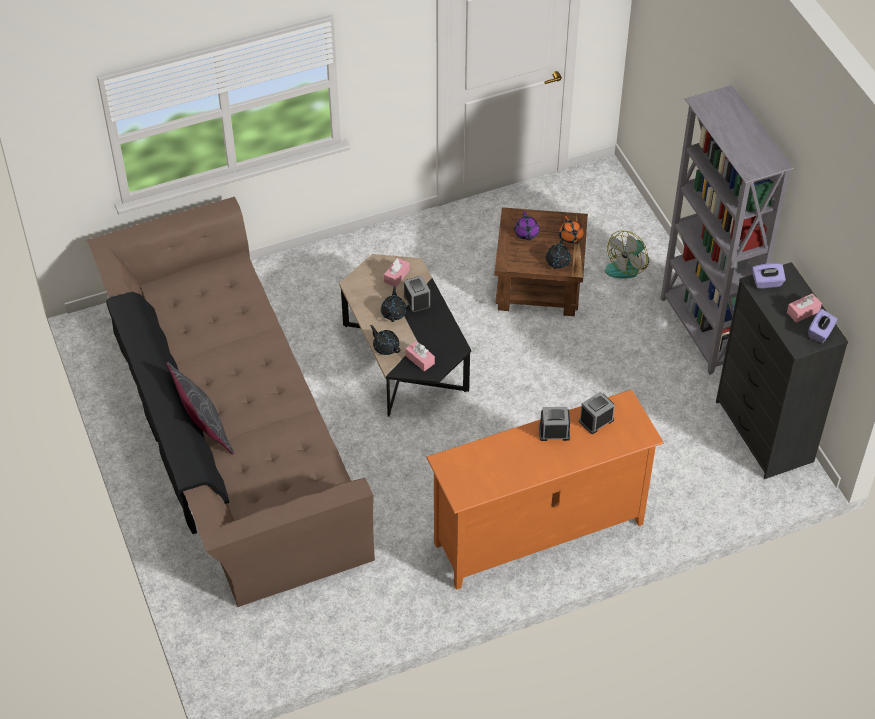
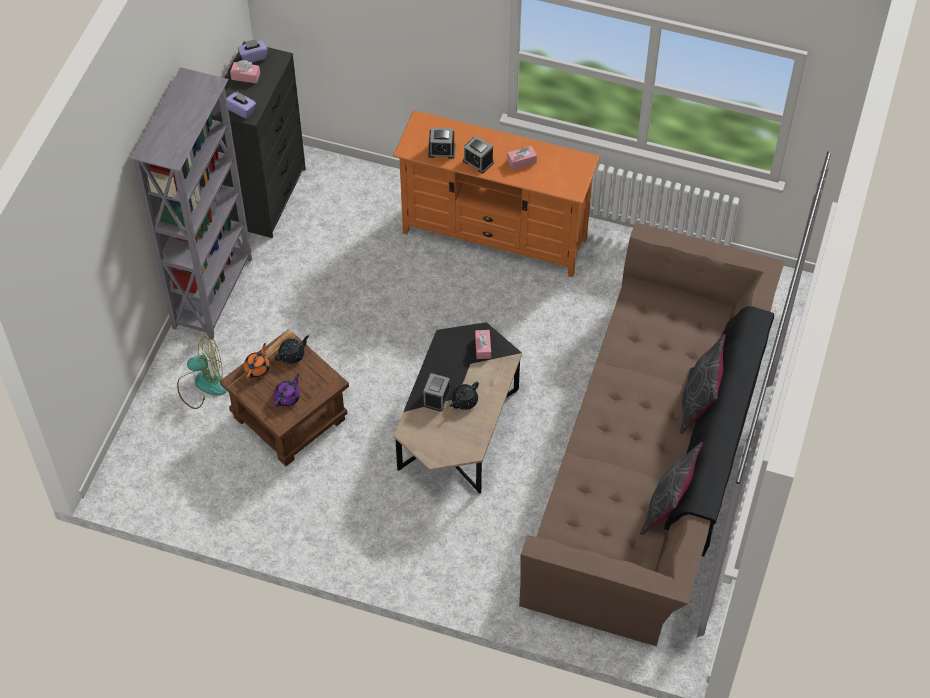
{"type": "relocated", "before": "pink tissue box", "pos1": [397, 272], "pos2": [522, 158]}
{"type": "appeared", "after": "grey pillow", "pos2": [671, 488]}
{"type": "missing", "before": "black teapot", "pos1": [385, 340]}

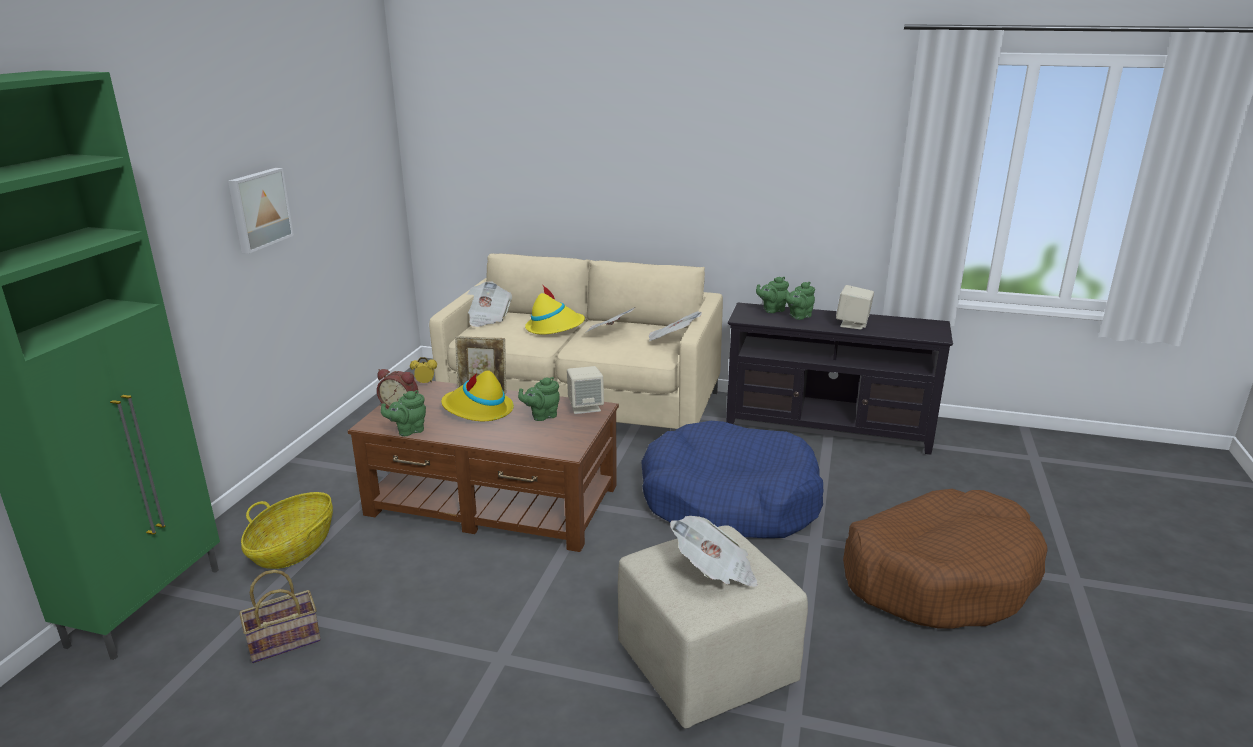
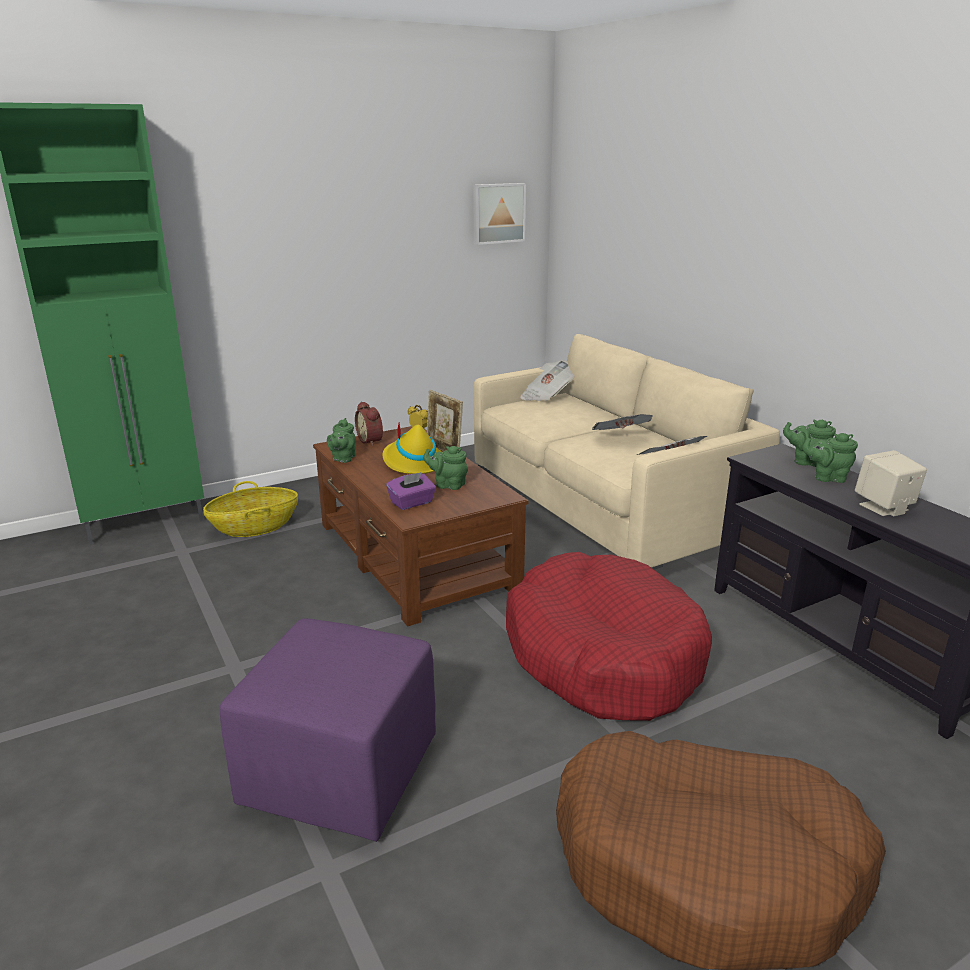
{"type": "colour", "before": "beige ottoman", "after": "purple ottoman", "pos1": [713, 626], "pos2": [328, 730]}
{"type": "spun", "before": "green teapot", "pos1": [403, 413], "pos2": [341, 440], "turn": -90}
{"type": "appeared", "after": "purple tissue box", "pos2": [411, 491]}
{"type": "relocated", "before": "picture", "pos1": [261, 211], "pos2": [499, 214]}
{"type": "colour", "before": "blue dog bed", "after": "red dog bed", "pos1": [732, 479], "pos2": [609, 636]}
{"type": "missing", "before": "basket", "pos1": [280, 616]}
{"type": "missing", "before": "yellow hat", "pos1": [555, 309]}
{"type": "missing", "before": "beige speaker", "pos1": [585, 390]}
{"type": "missing", "before": "newspaper", "pos1": [714, 551]}

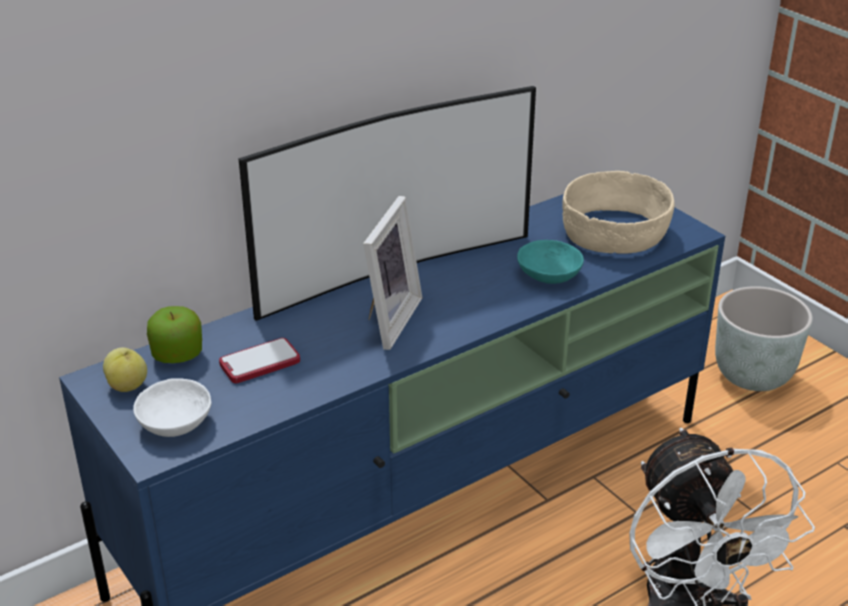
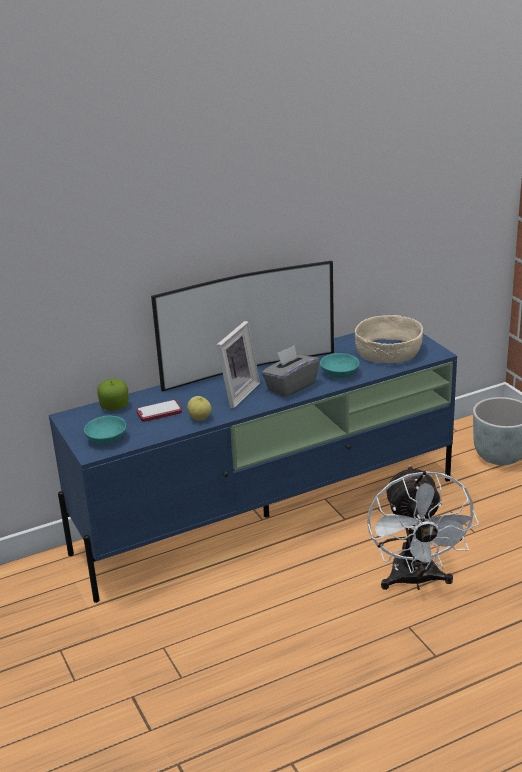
{"type": "colour", "before": "white bowl", "after": "turquoise bowl", "pos1": [172, 407], "pos2": [105, 430]}
{"type": "relocated", "before": "apple", "pos1": [125, 370], "pos2": [199, 408]}
{"type": "appeared", "after": "grey tissue box", "pos2": [290, 371]}

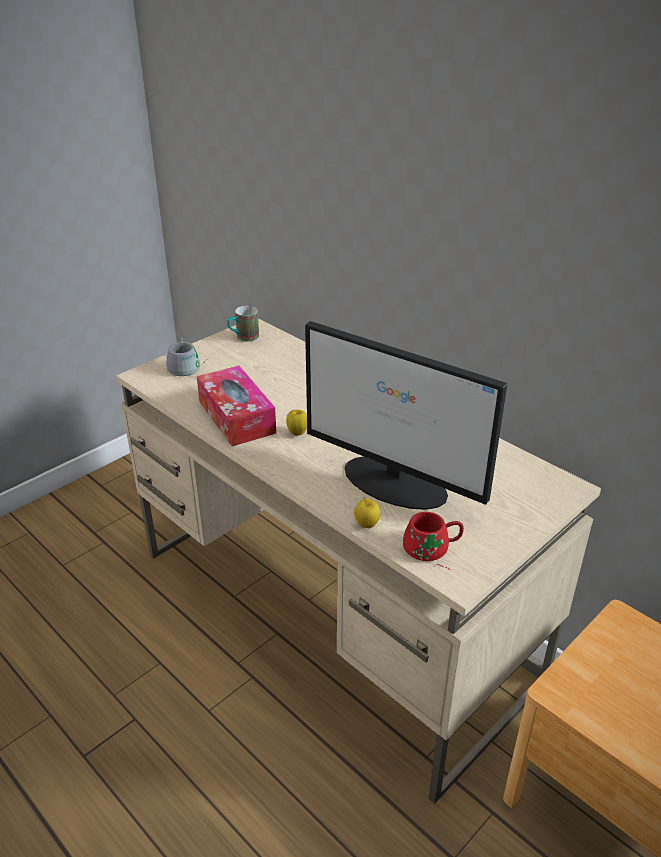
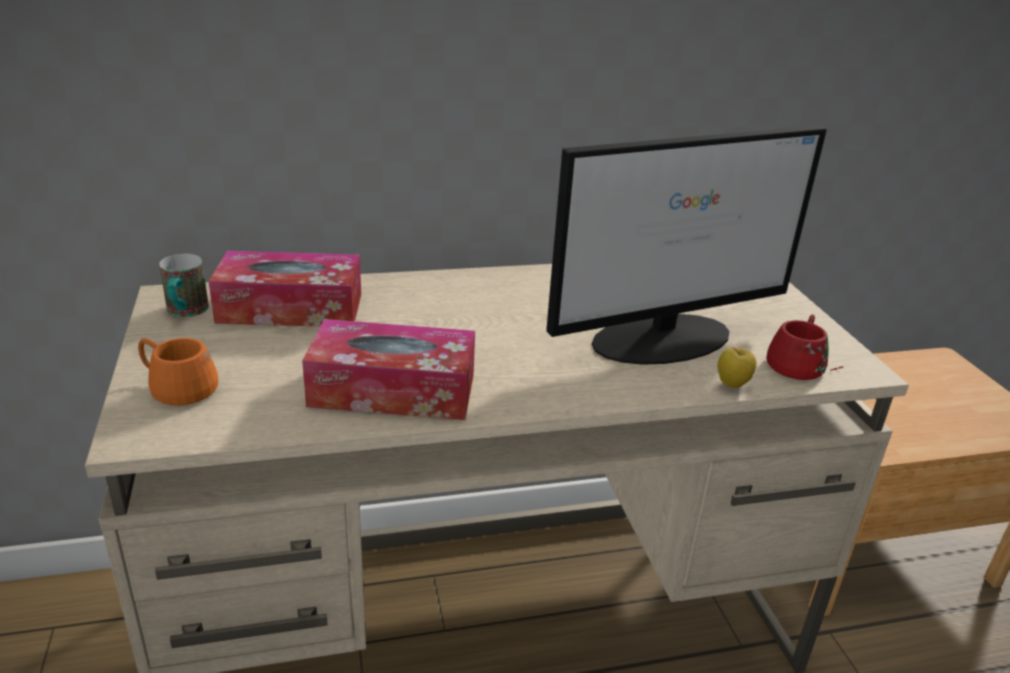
{"type": "colour", "before": "grey mug", "after": "orange mug", "pos1": [187, 356], "pos2": [178, 372]}
{"type": "appeared", "after": "tissue box", "pos2": [285, 288]}
{"type": "missing", "before": "apple", "pos1": [296, 422]}

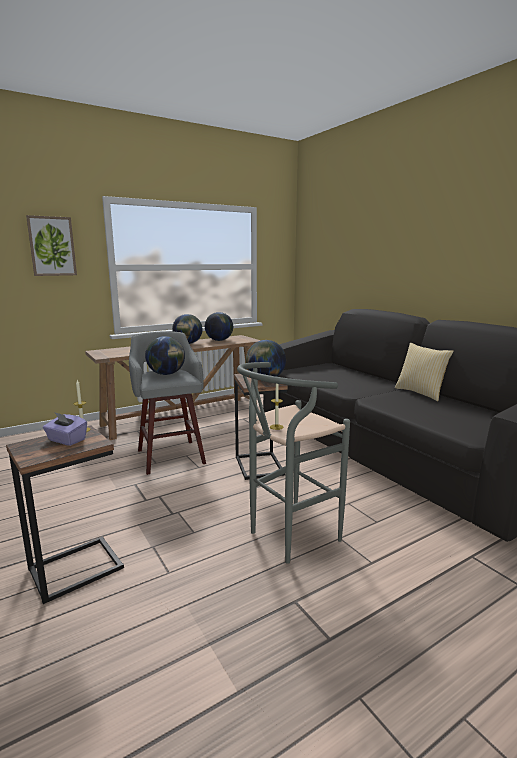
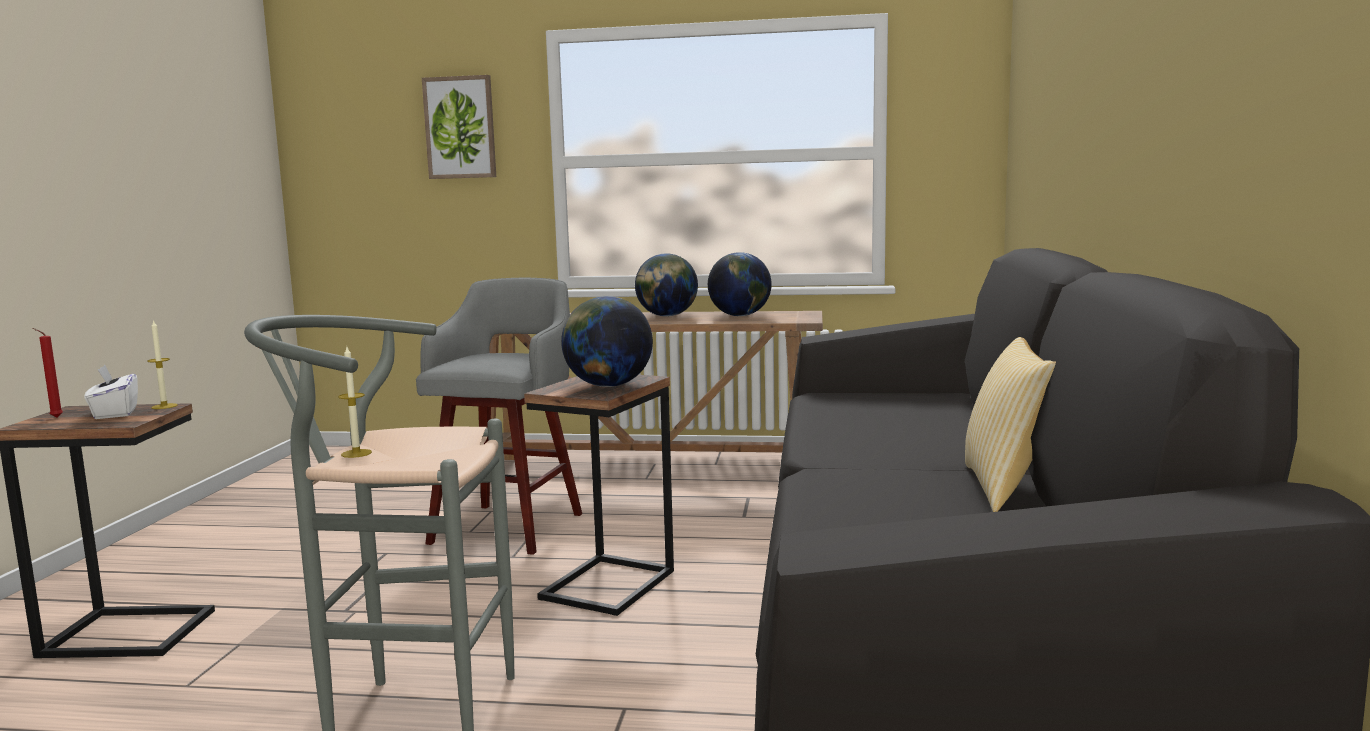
{"type": "appeared", "after": "red candle", "pos2": [47, 373]}
{"type": "colour", "before": "purple tissue box", "after": "white tissue box", "pos1": [65, 429], "pos2": [111, 392]}
{"type": "missing", "before": "globe", "pos1": [165, 355]}

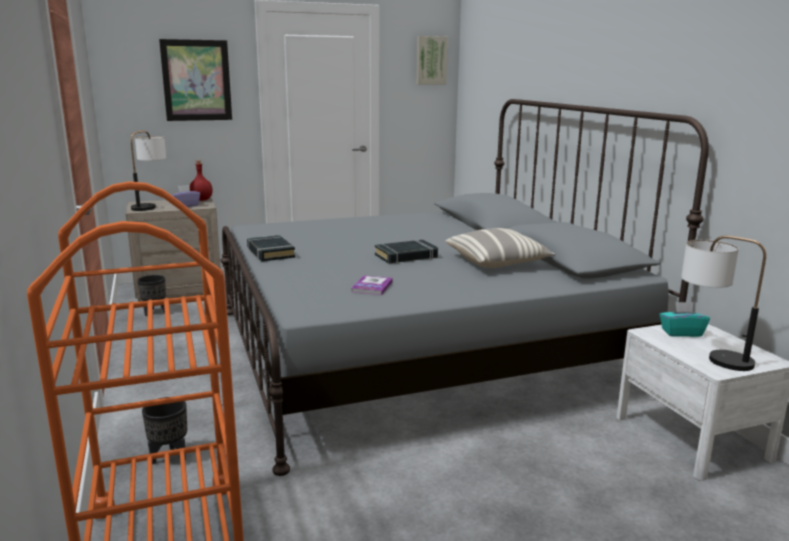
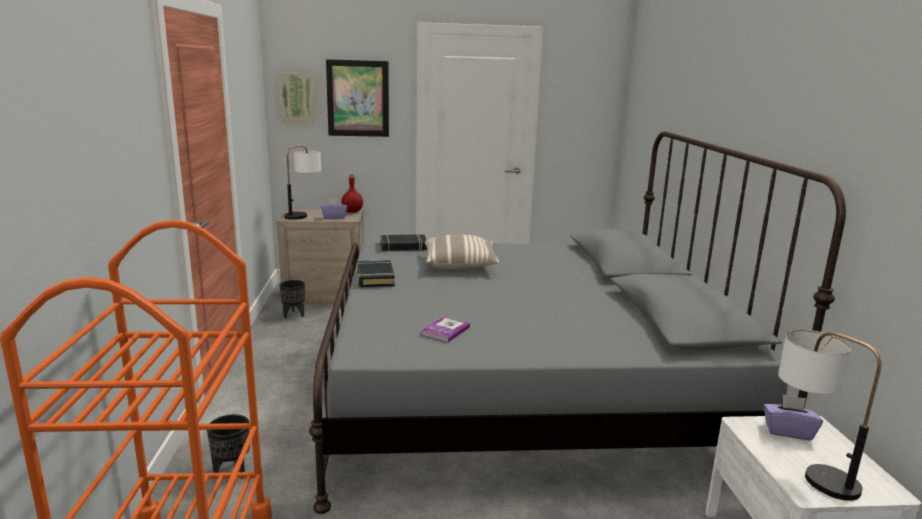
{"type": "relocated", "before": "picture", "pos1": [432, 60], "pos2": [297, 98]}
{"type": "relocated", "before": "black book", "pos1": [406, 252], "pos2": [403, 242]}
{"type": "relocated", "before": "pillow", "pos1": [500, 248], "pos2": [462, 252]}
{"type": "colour", "before": "turquoise tissue box", "after": "purple tissue box", "pos1": [685, 319], "pos2": [793, 417]}

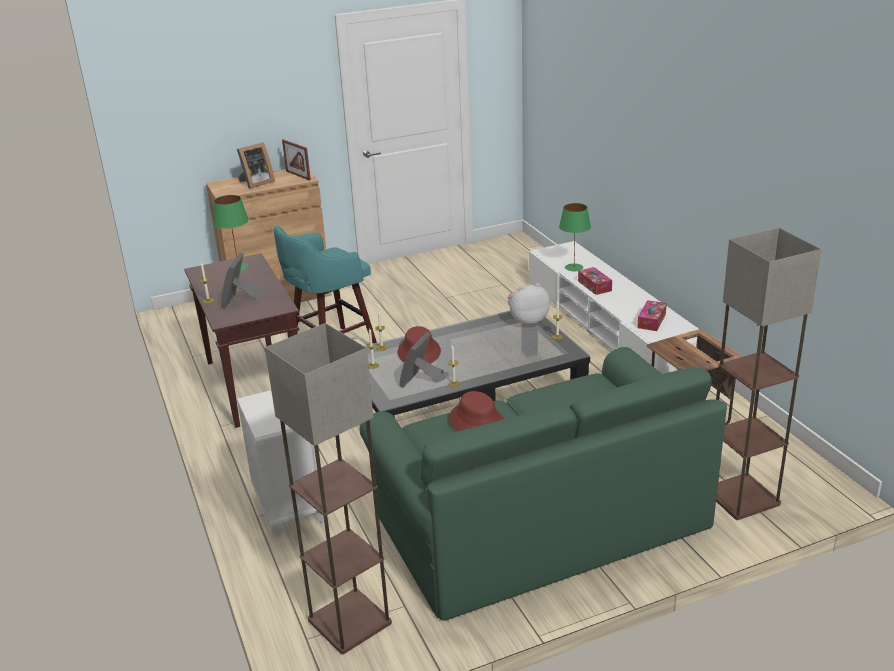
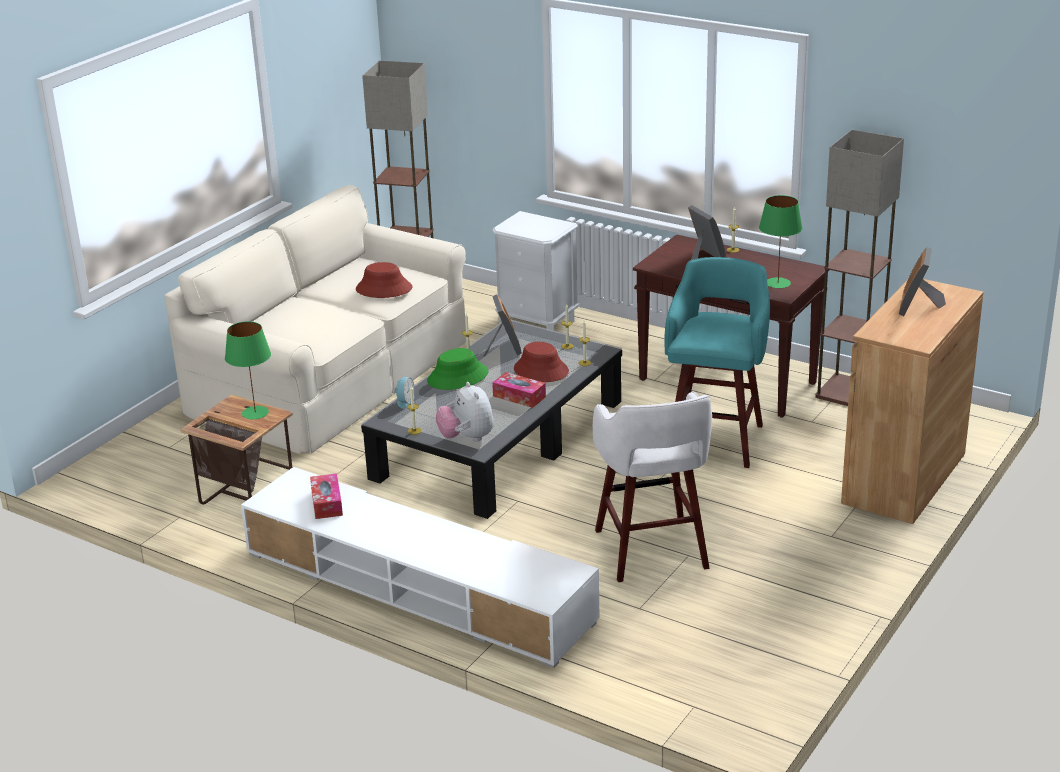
{"type": "colour", "before": "green sofa", "after": "beige sofa", "pos1": [543, 483], "pos2": [315, 319]}
{"type": "relocated", "before": "green table lamp", "pos1": [575, 237], "pos2": [248, 370]}
{"type": "appeared", "after": "alarm clock", "pos2": [405, 393]}
{"type": "appeared", "after": "green hat", "pos2": [457, 369]}
{"type": "spun", "before": "plush toy", "pos1": [528, 305], "pos2": [465, 412], "turn": 120}
{"type": "relocated", "before": "tissue box", "pos1": [595, 281], "pos2": [519, 390]}
{"type": "appeared", "after": "white stool", "pos2": [652, 487]}
{"type": "relocated", "before": "floor lamp", "pos1": [769, 374], "pos2": [859, 268]}
{"type": "missing", "before": "picture frame", "pos1": [296, 160]}

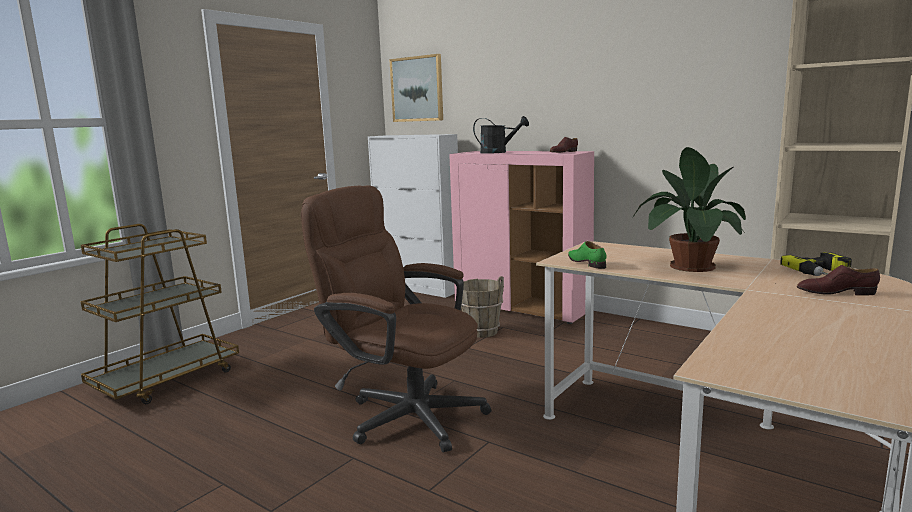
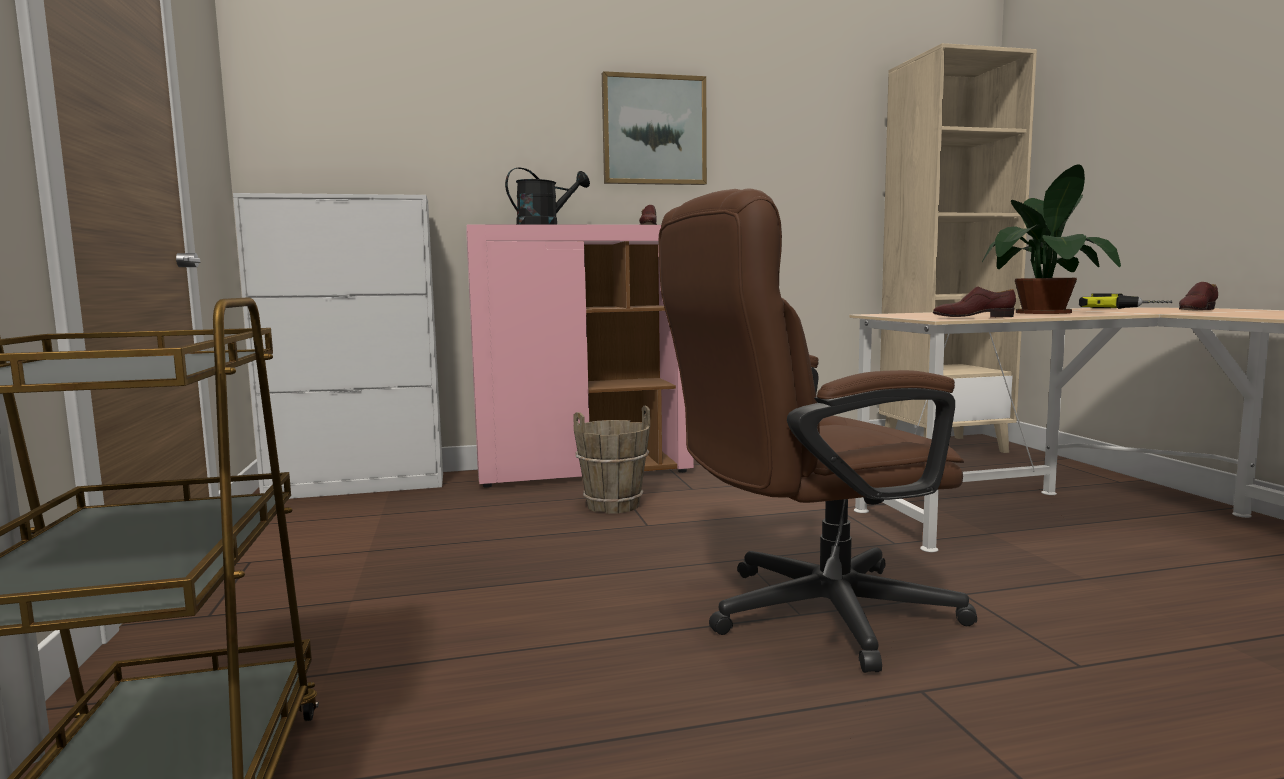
{"type": "relocated", "before": "picture", "pos1": [416, 88], "pos2": [654, 128]}
{"type": "colour", "before": "green shoe", "after": "brown shoe", "pos1": [587, 255], "pos2": [974, 302]}

